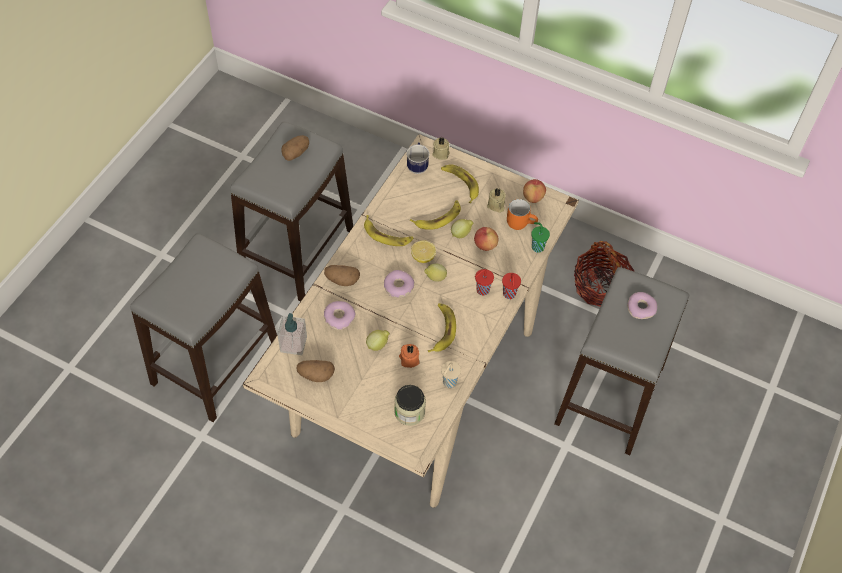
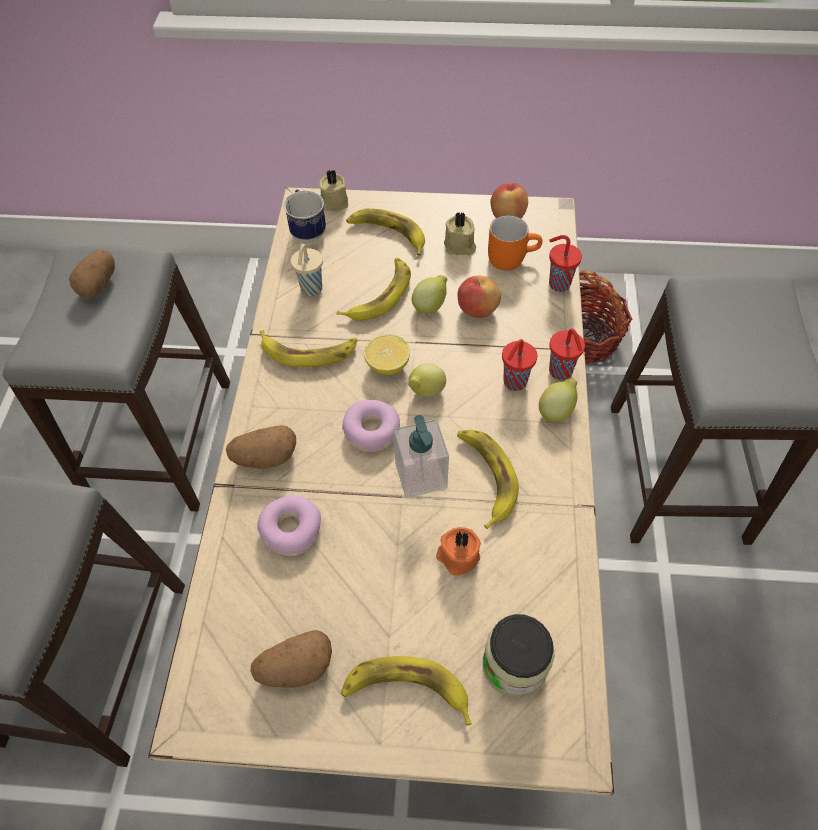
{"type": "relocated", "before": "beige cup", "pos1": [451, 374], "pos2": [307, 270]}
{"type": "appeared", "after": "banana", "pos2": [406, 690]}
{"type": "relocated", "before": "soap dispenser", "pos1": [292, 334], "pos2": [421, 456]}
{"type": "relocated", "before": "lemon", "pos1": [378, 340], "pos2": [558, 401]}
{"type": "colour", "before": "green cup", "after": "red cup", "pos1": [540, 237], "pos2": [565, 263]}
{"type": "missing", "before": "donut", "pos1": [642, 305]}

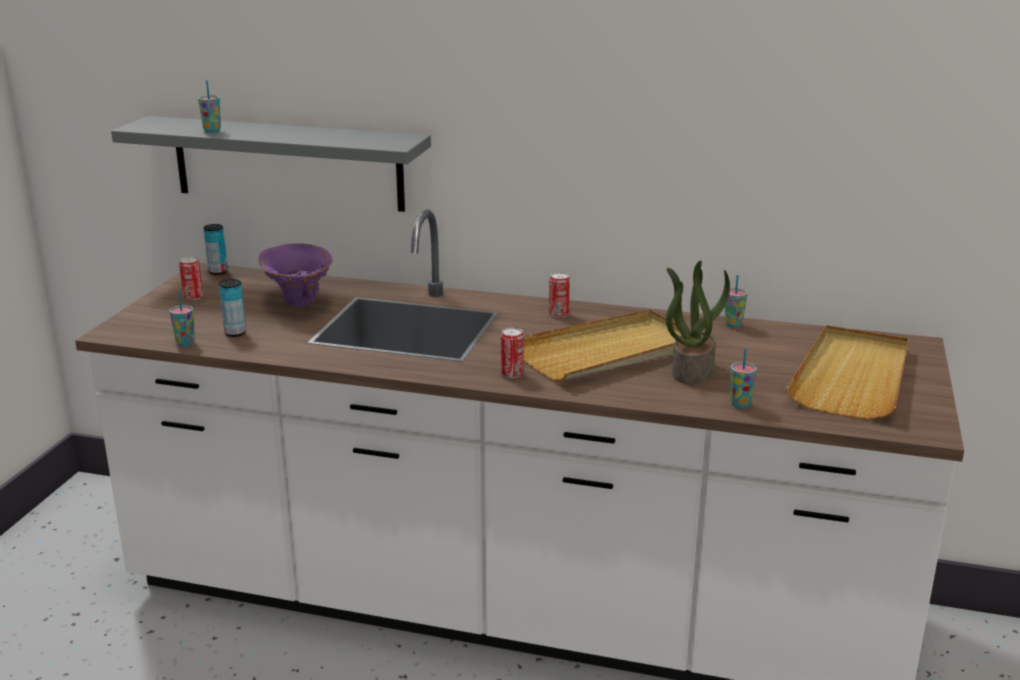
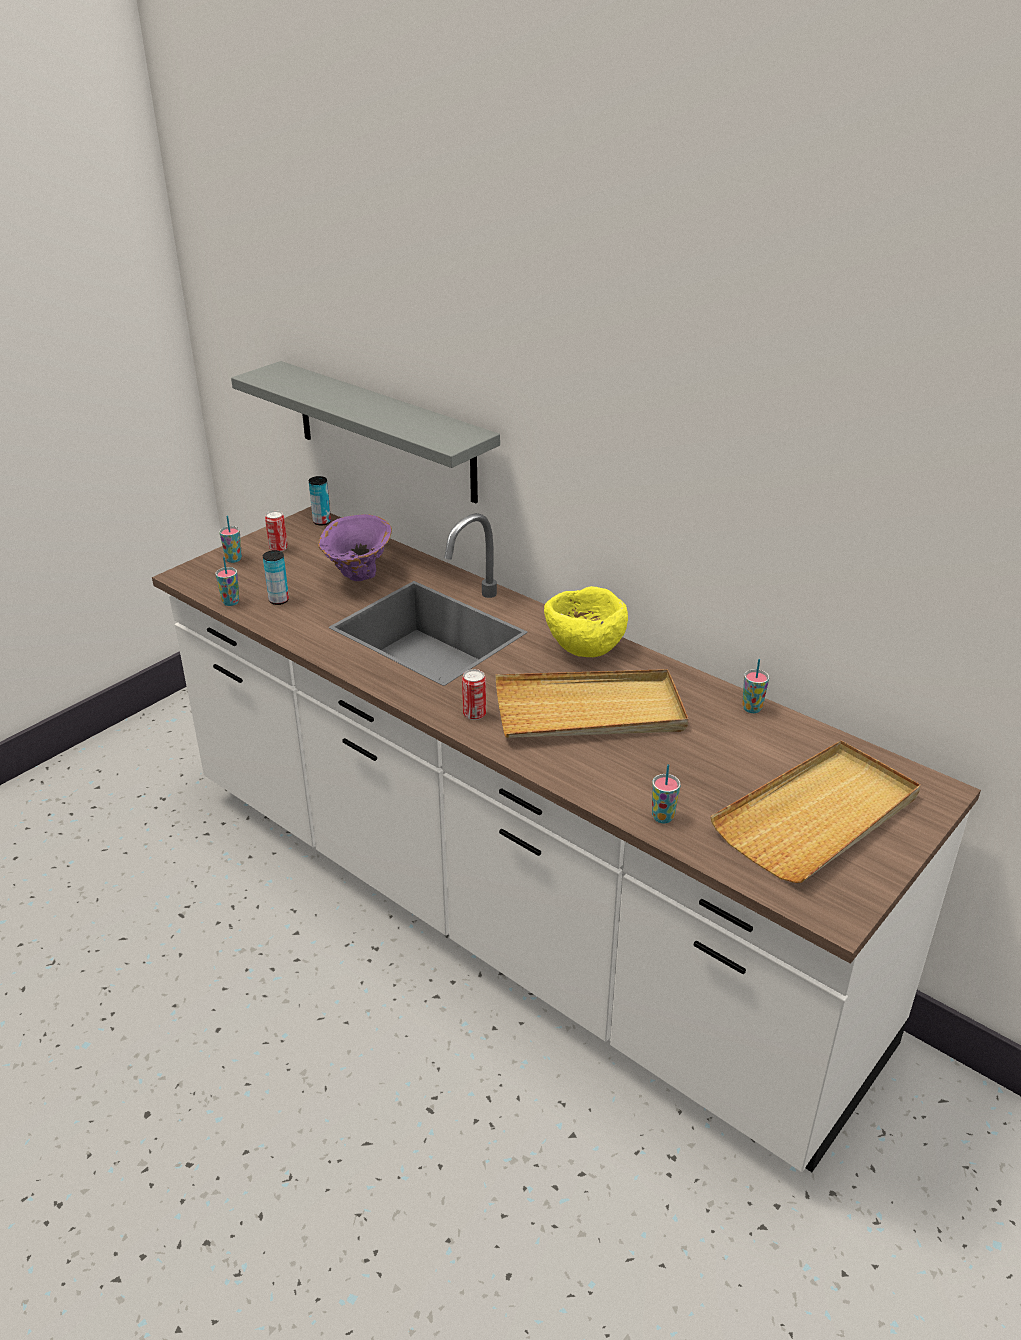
{"type": "relocated", "before": "cup", "pos1": [209, 106], "pos2": [230, 539]}
{"type": "exchanged", "before": "can", "after": "yellow bowl", "pos1": [559, 294], "pos2": [586, 621]}
{"type": "missing", "before": "potted plant", "pos1": [698, 322]}

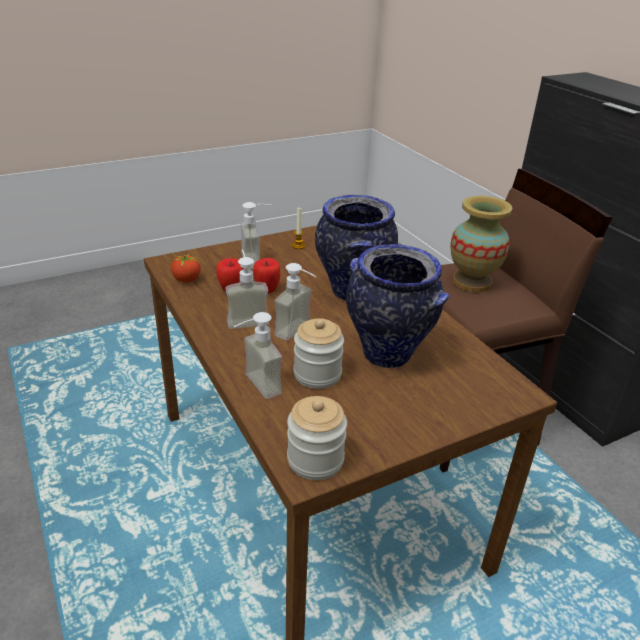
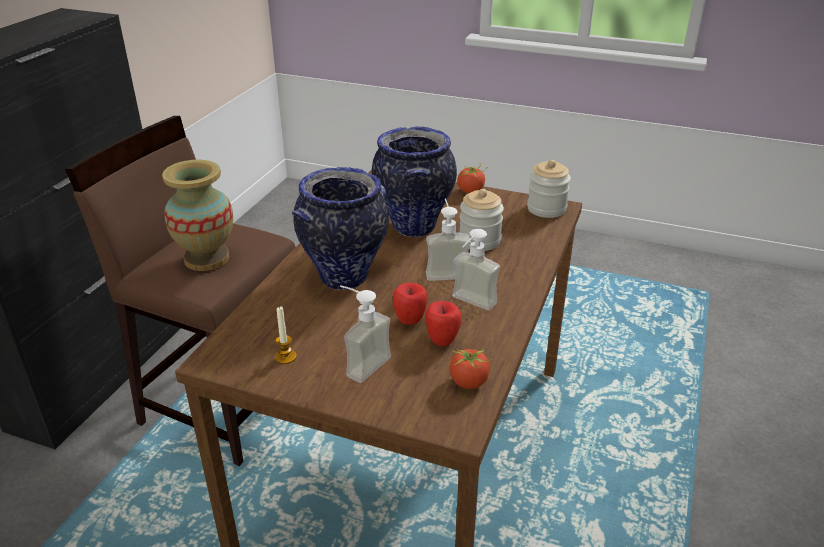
{"type": "appeared", "after": "tomato", "pos2": [472, 178]}
{"type": "missing", "before": "soap dispenser", "pos1": [257, 355]}

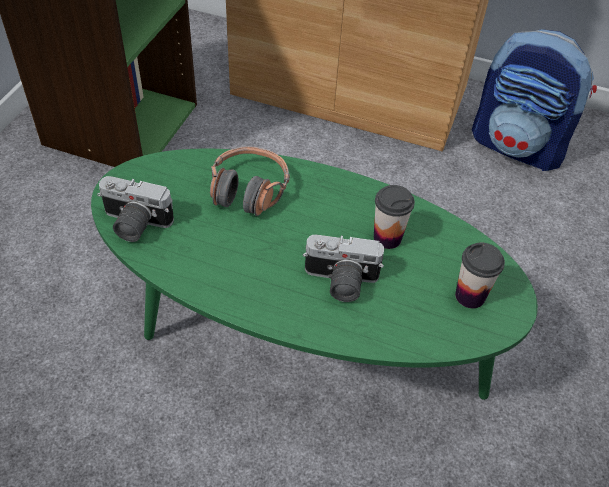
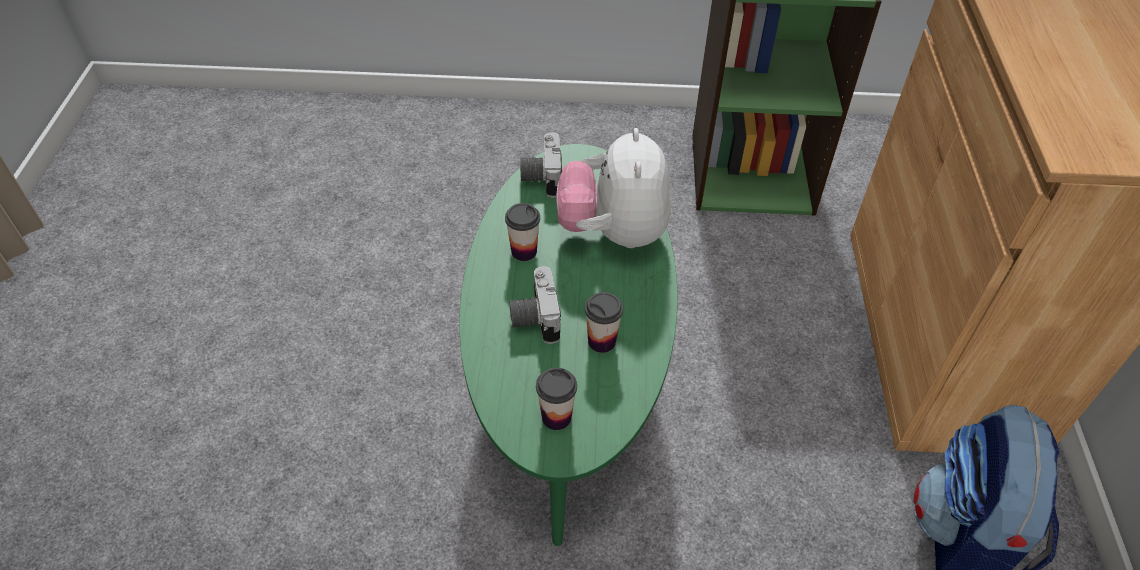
{"type": "appeared", "after": "cup", "pos2": [522, 232]}
{"type": "exchanged", "before": "headphones", "after": "plush toy", "pos1": [250, 181], "pos2": [613, 188]}

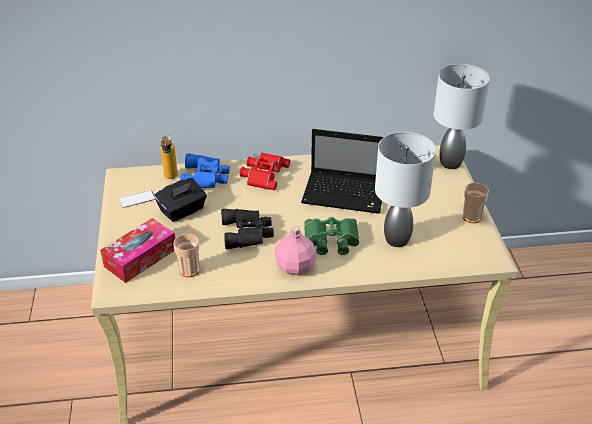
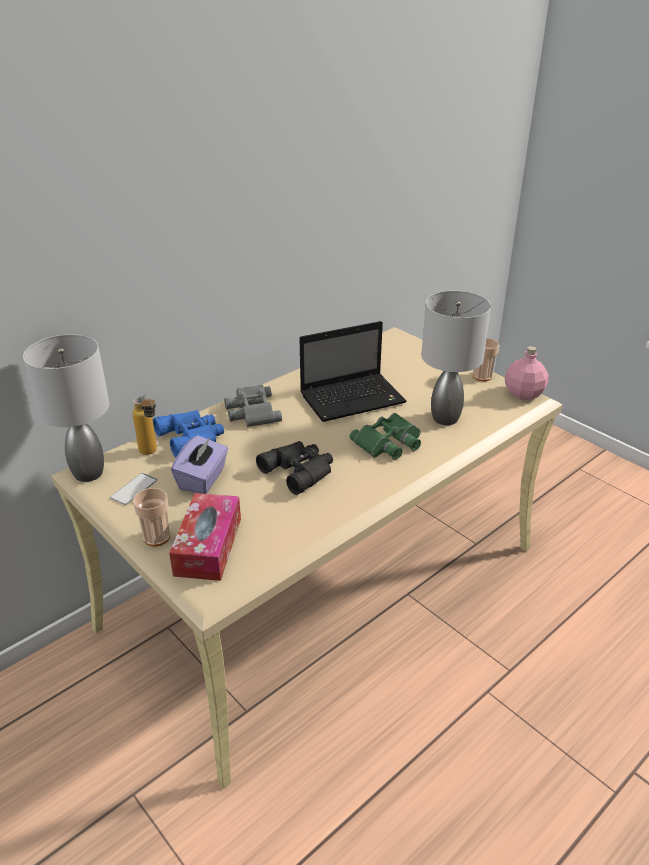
{"type": "relocated", "before": "grey table lamp", "pos1": [461, 116], "pos2": [66, 408]}
{"type": "relocated", "before": "cup", "pos1": [186, 255], "pos2": [151, 517]}
{"type": "colour", "before": "black tissue box", "after": "purple tissue box", "pos1": [180, 200], "pos2": [199, 464]}
{"type": "colour", "before": "red binoculars", "after": "grey binoculars", "pos1": [265, 171], "pos2": [253, 406]}
{"type": "relocated", "before": "pink bottle", "pos1": [295, 250], "pos2": [526, 373]}

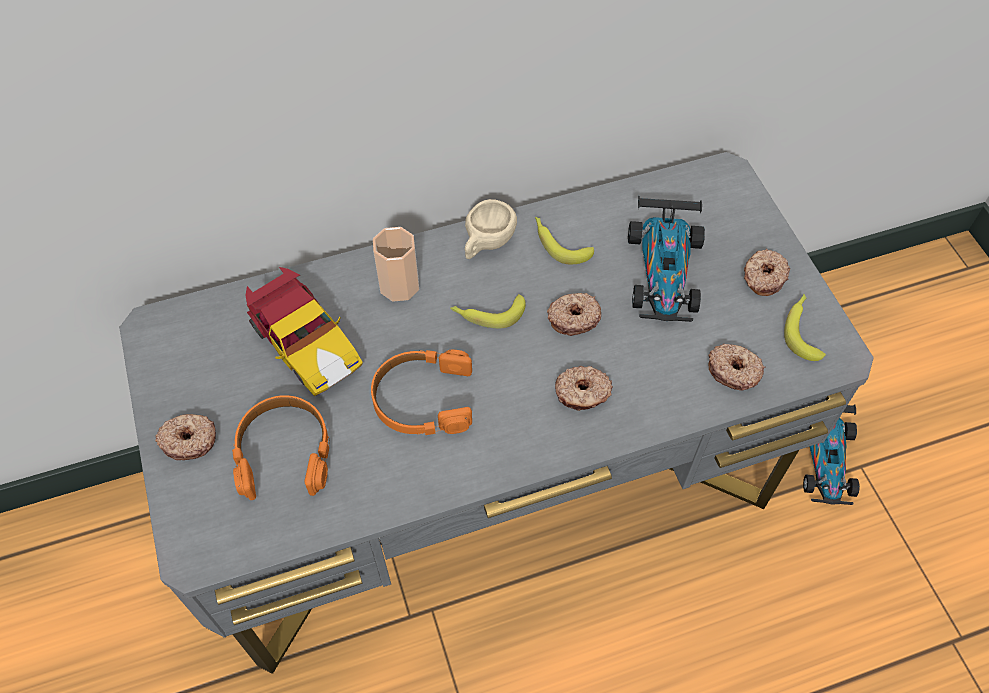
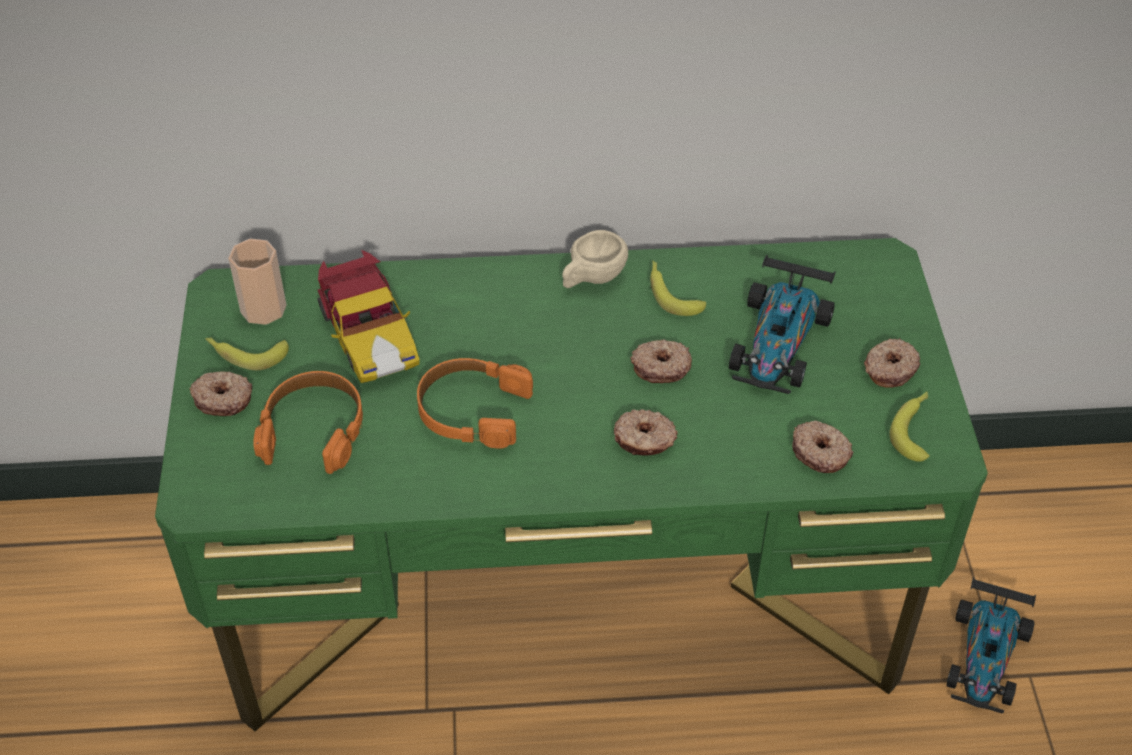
{"type": "colour", "before": "grey desk", "after": "green desk", "pos1": [496, 413], "pos2": [571, 484]}
{"type": "relocated", "before": "banana", "pos1": [488, 311], "pos2": [247, 353]}
{"type": "relocated", "before": "cup", "pos1": [396, 264], "pos2": [257, 282]}

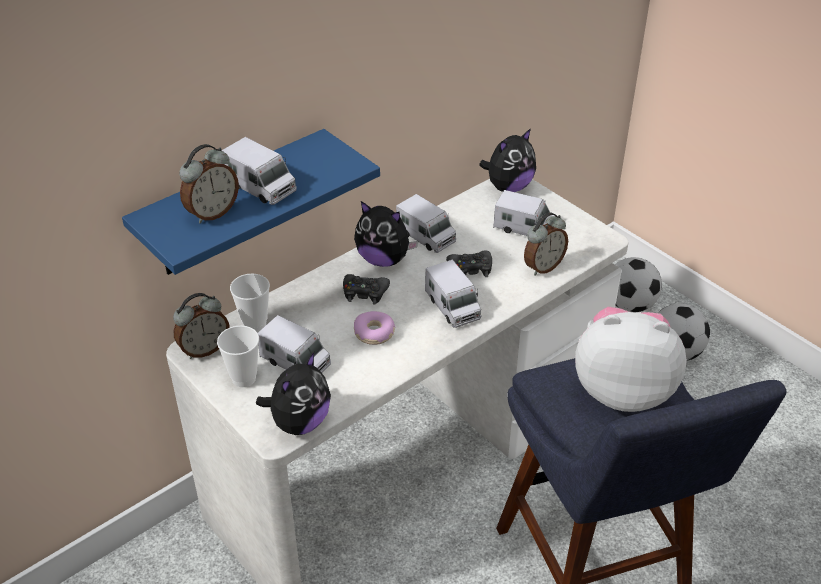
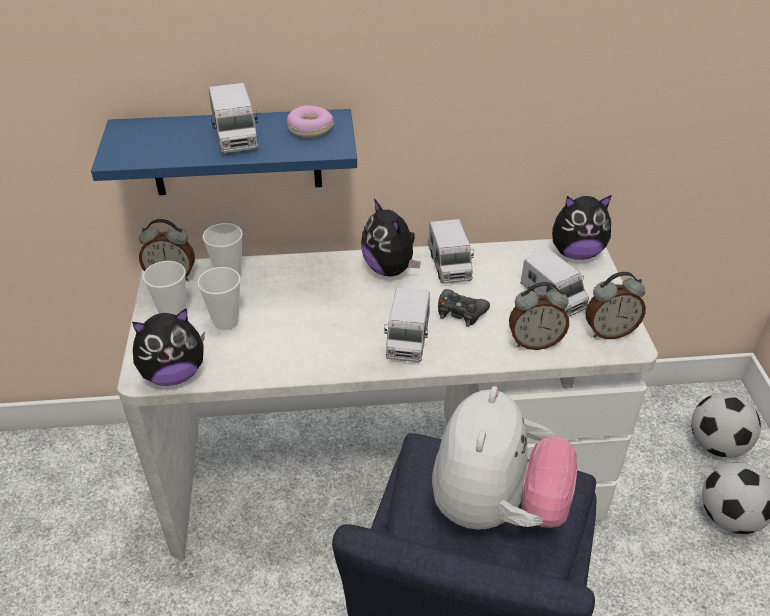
{"type": "exchanged", "before": "toy truck", "after": "cup", "pos1": [294, 344], "pos2": [218, 298]}
{"type": "relocated", "before": "donut", "pos1": [374, 328], "pos2": [310, 121]}
{"type": "spun", "before": "plush toy", "pos1": [631, 359], "pos2": [504, 458], "turn": 60}
{"type": "relocated", "before": "alarm clock", "pos1": [209, 184], "pos2": [616, 305]}
{"type": "missing", "before": "black game controller", "pos1": [366, 289]}

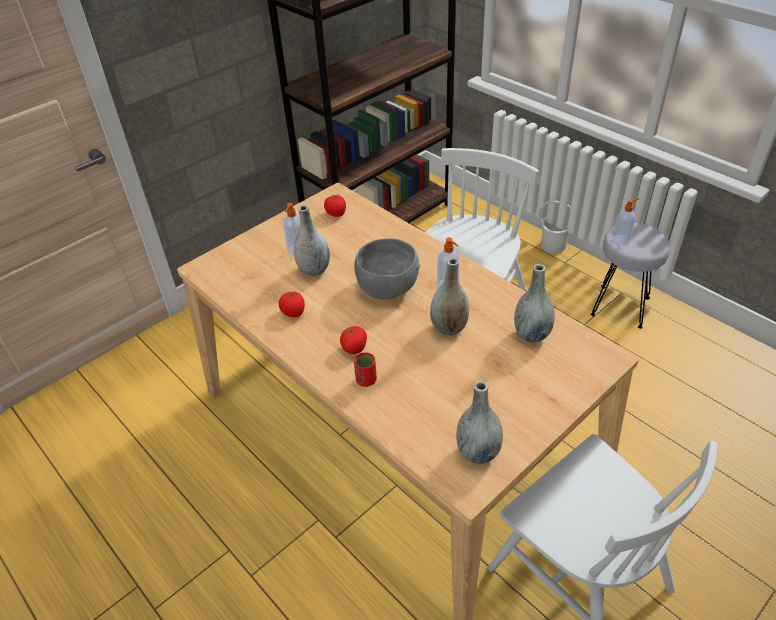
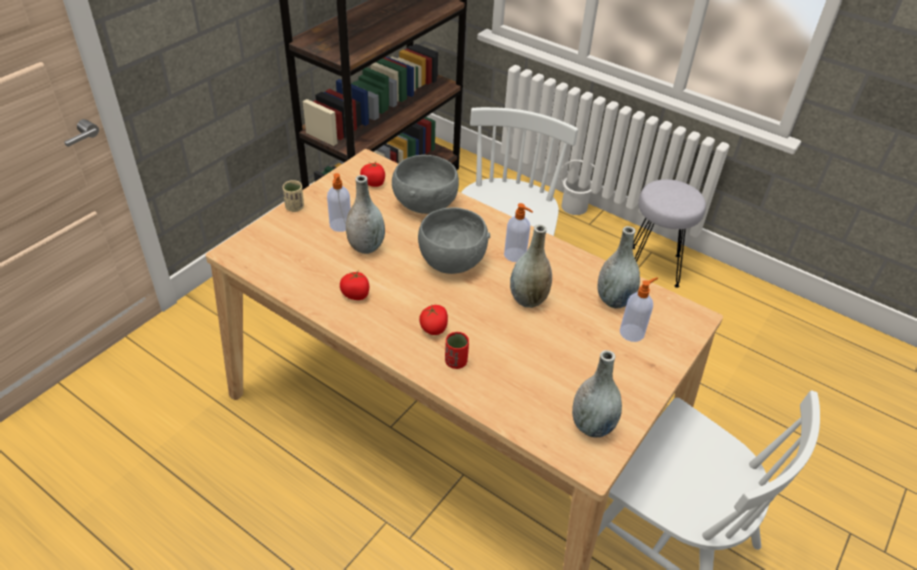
{"type": "appeared", "after": "beige cup", "pos2": [293, 196]}
{"type": "appeared", "after": "grey bowl", "pos2": [425, 184]}
{"type": "relocated", "before": "soap dispenser", "pos1": [626, 221], "pos2": [639, 309]}

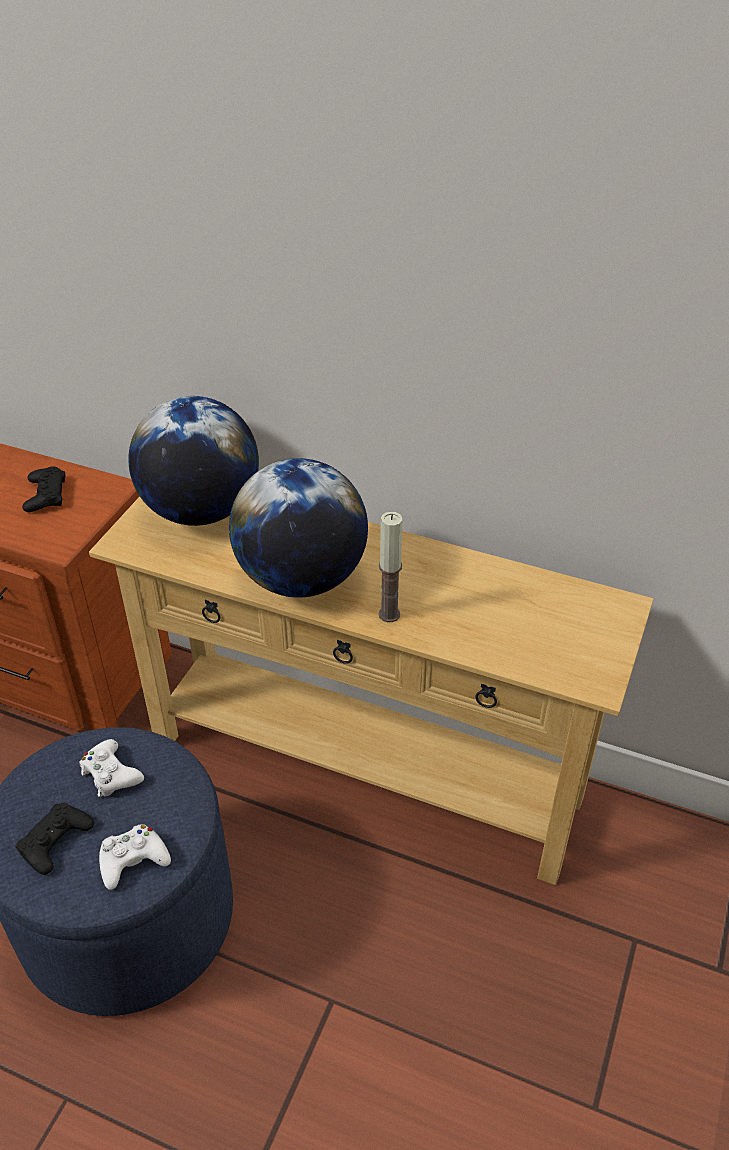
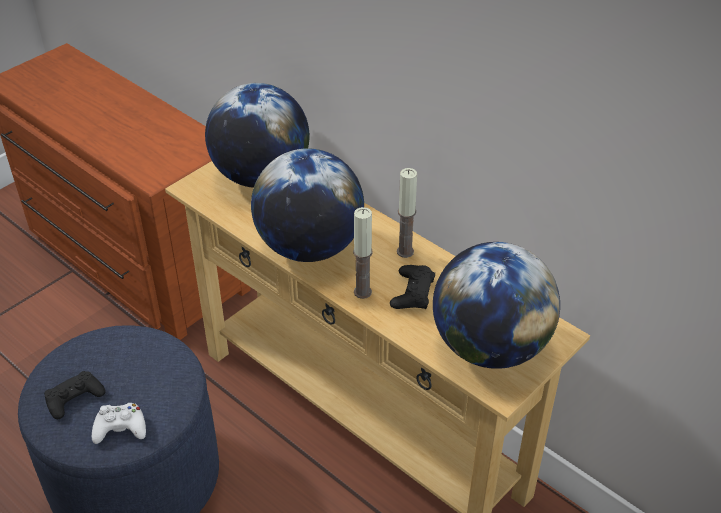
{"type": "relocated", "before": "black game controller", "pos1": [43, 489], "pos2": [412, 287]}
{"type": "appeared", "after": "candle", "pos2": [407, 213]}
{"type": "appeared", "after": "globe", "pos2": [496, 305]}
{"type": "missing", "before": "white game controller", "pos1": [112, 768]}

